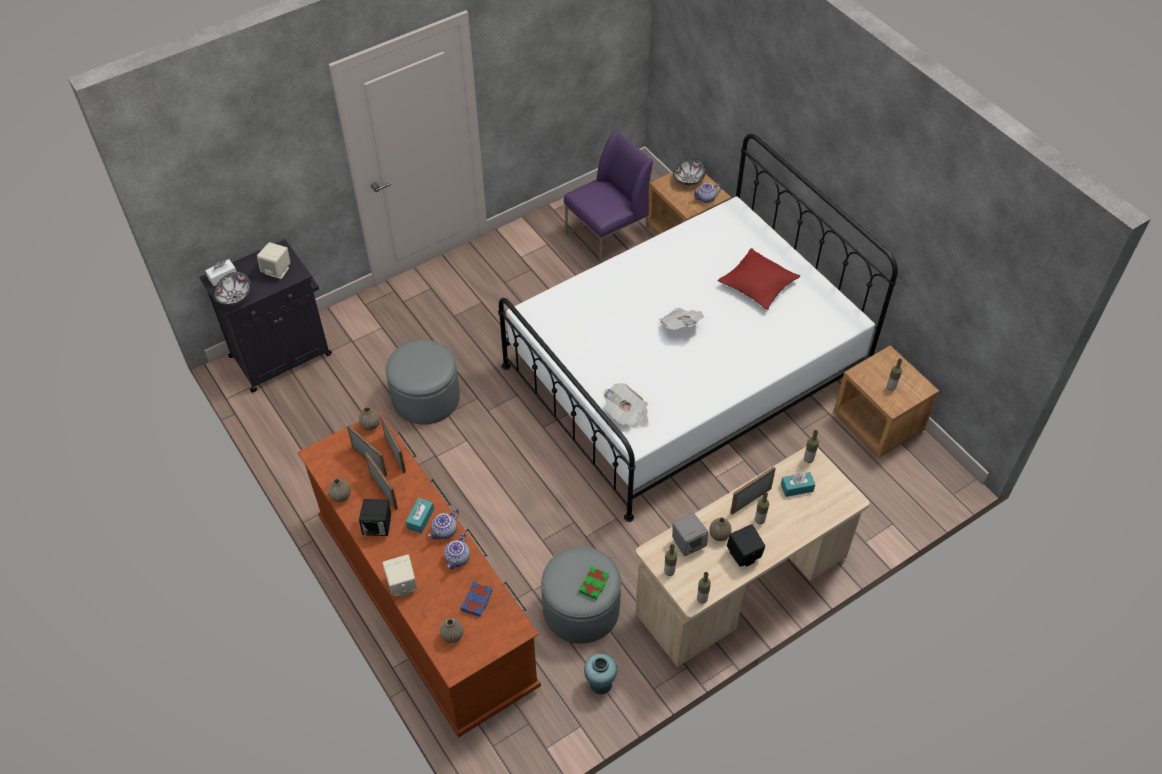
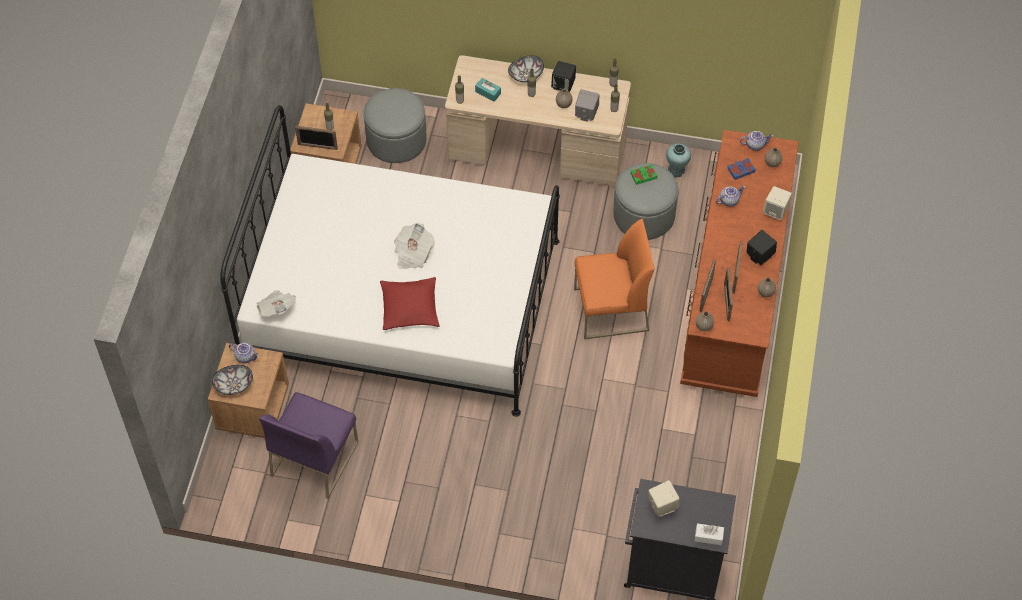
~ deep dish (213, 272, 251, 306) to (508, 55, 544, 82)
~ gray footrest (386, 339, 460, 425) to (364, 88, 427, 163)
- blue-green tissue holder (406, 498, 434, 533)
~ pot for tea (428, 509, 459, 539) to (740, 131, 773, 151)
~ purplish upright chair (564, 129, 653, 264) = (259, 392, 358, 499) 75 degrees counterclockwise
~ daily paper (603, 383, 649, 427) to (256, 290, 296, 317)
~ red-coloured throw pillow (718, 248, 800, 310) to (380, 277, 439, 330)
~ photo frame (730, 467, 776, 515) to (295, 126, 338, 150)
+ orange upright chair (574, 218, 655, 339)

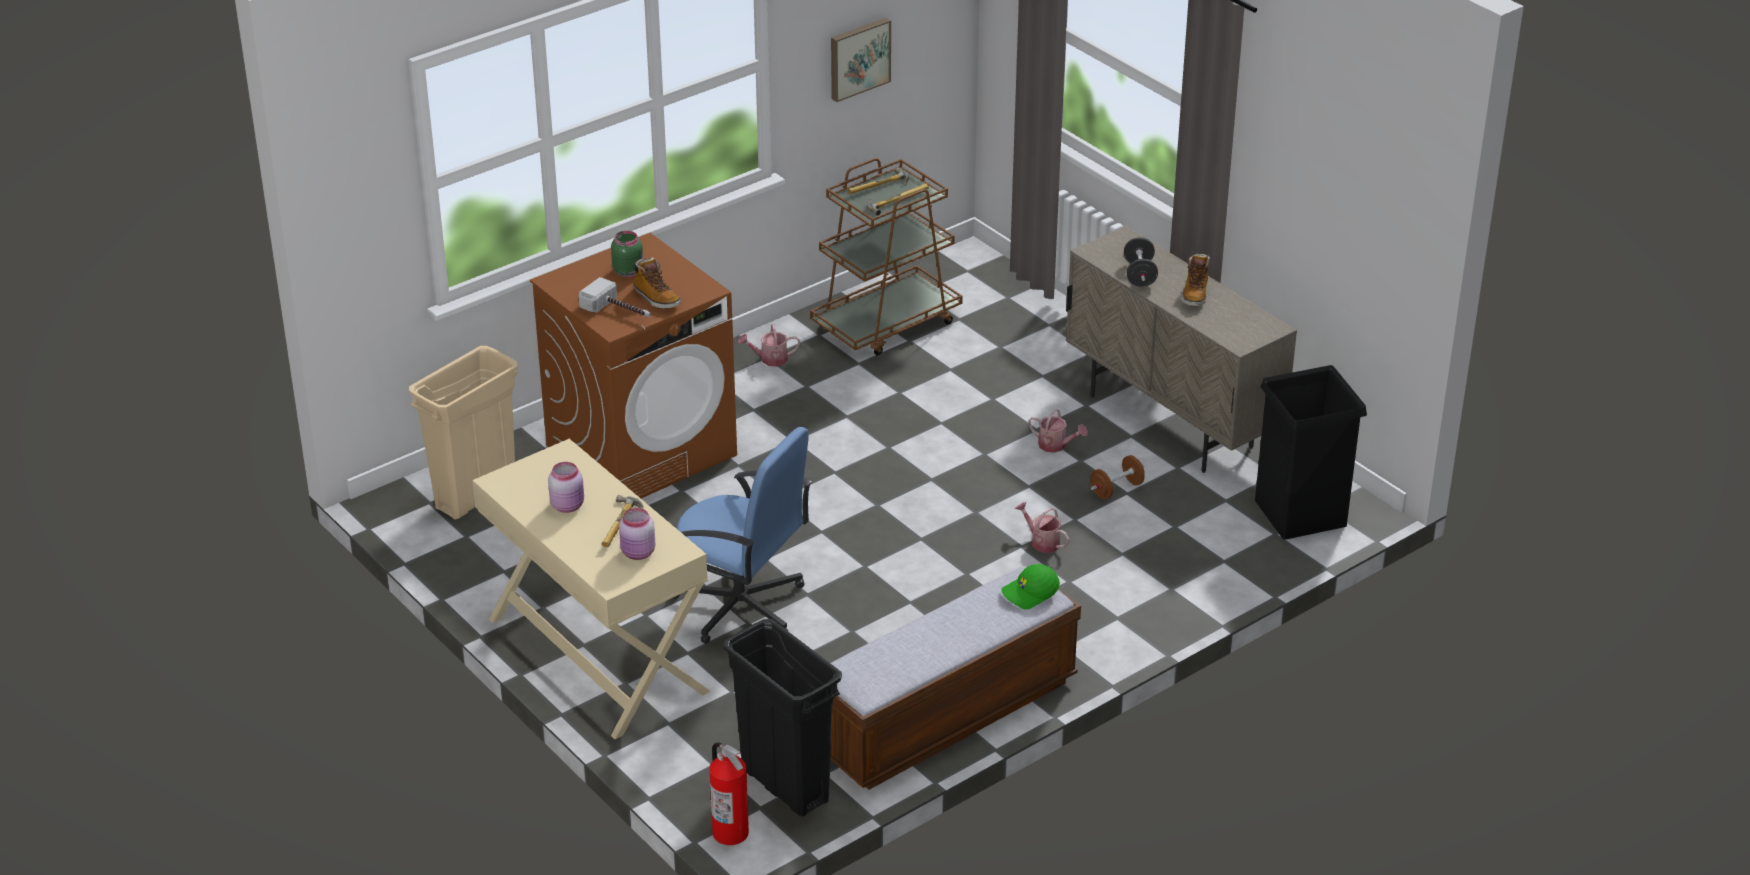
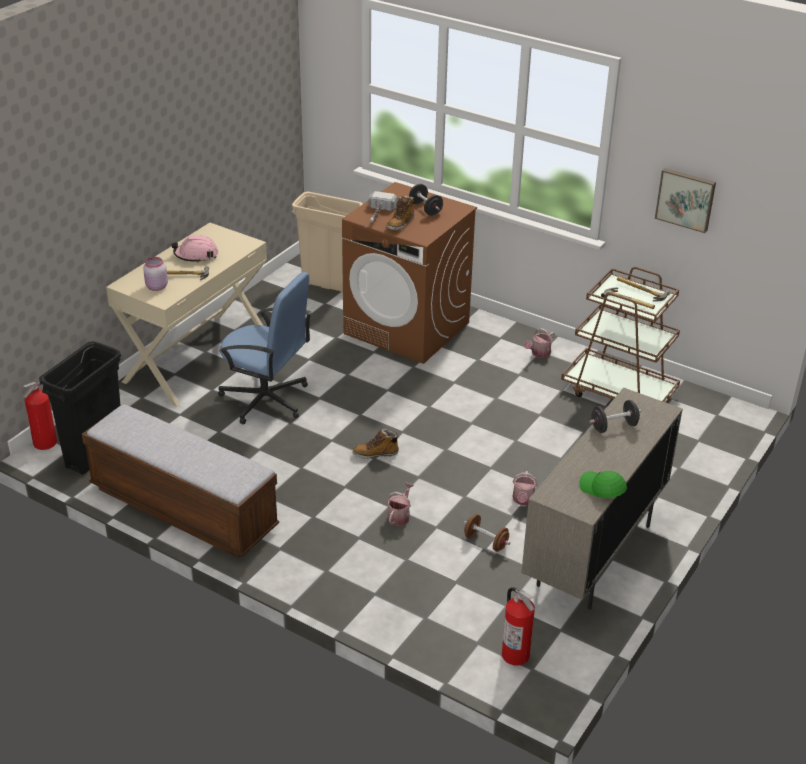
~ pinkish storage jar (548, 462, 584, 513) to pinkish work helmet (171, 235, 218, 263)
~ green storage jar (611, 231, 643, 277) to black hand weight (409, 184, 443, 216)
~ bluish computer chair (673, 427, 812, 644) = (218, 272, 312, 424) 75 degrees counterclockwise
~ watering can (738, 324, 800, 367) = (524, 328, 555, 358) 105 degrees counterclockwise
~ green cap (1001, 564, 1060, 610) to (579, 471, 627, 498)
~ tall boot (1181, 254, 1210, 307) to (353, 429, 400, 459)
~ black trash can (1255, 365, 1367, 540) to fire extinguisher (502, 587, 535, 666)

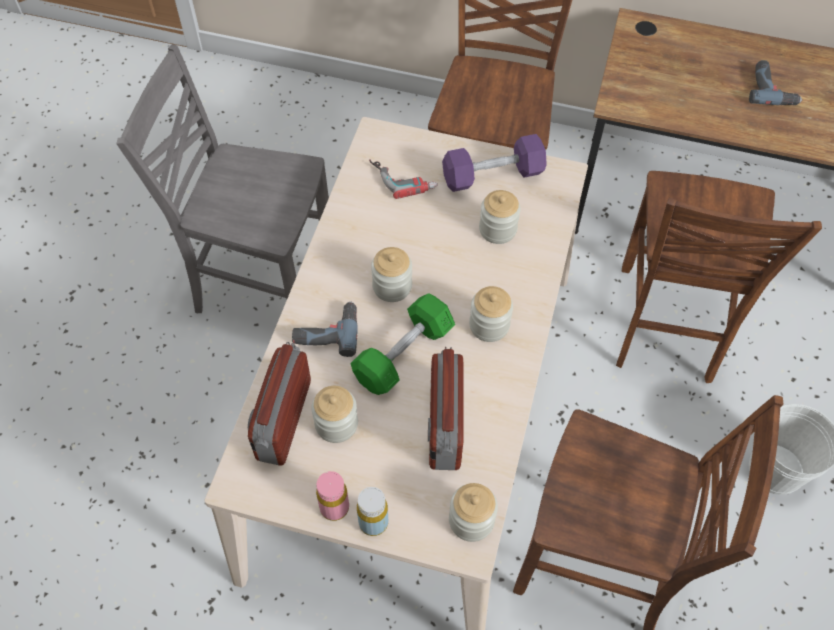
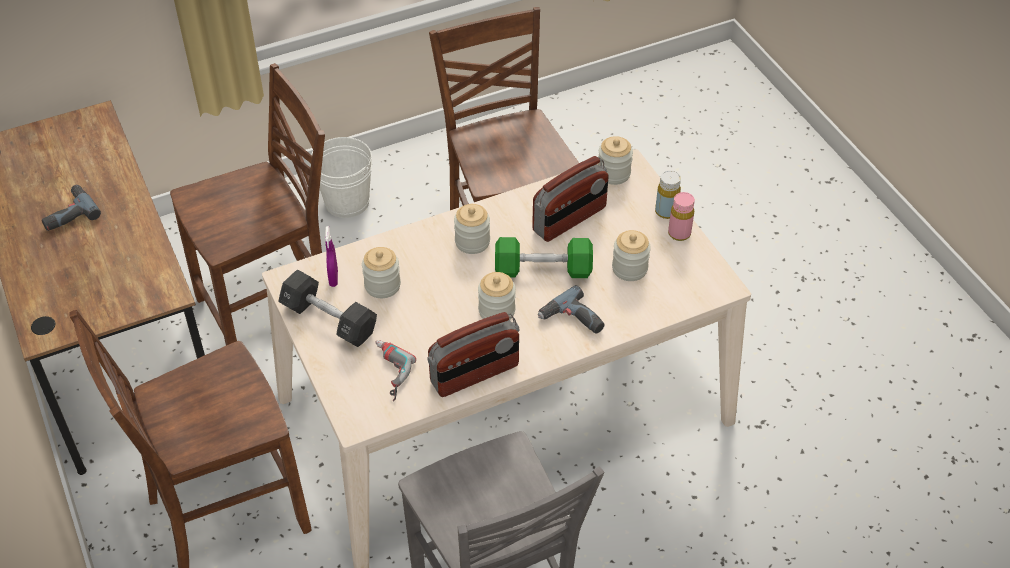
~ radio receiver (248, 342, 311, 466) to (427, 312, 520, 397)
~ purplish hand weight (442, 134, 547, 192) to black hand weight (278, 269, 377, 347)
+ purplish spray bottle (325, 226, 338, 287)

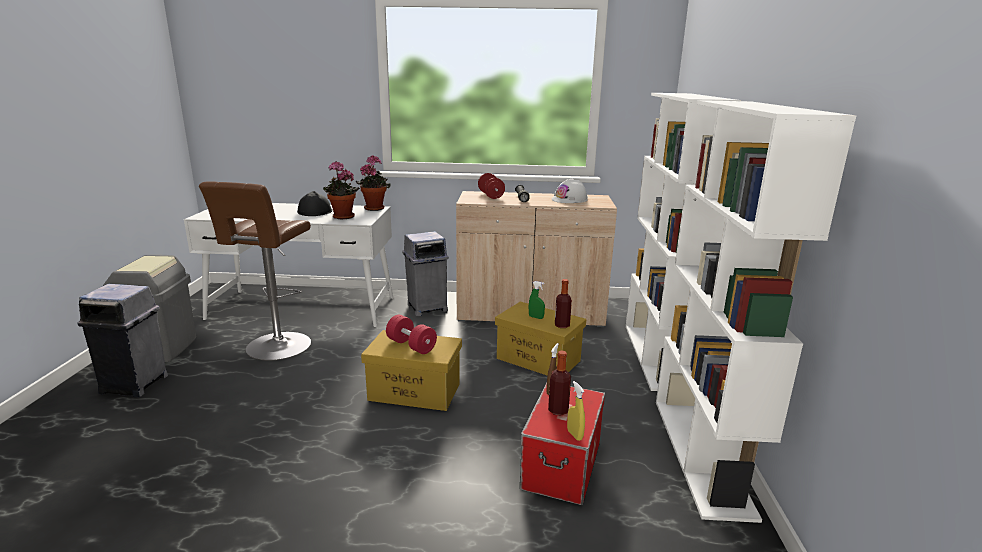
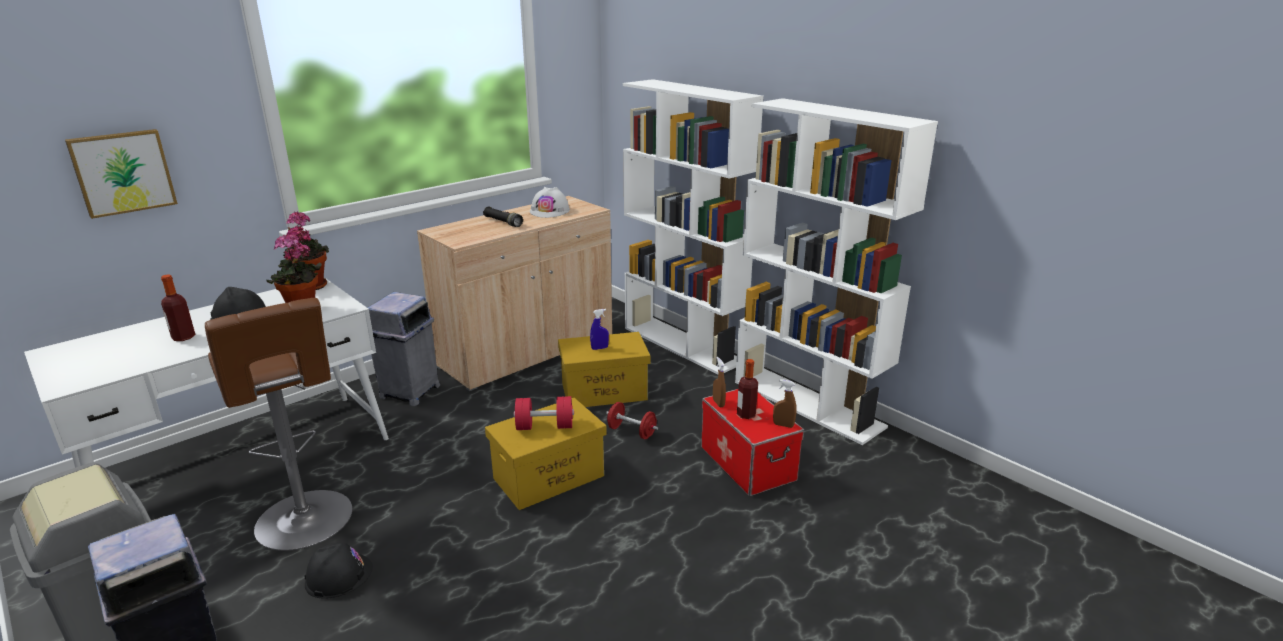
~ red-coloured hand weight (478, 173, 505, 199) to (606, 402, 658, 439)
~ green spray bottle (529, 281, 545, 319) to bluish spray bottle (590, 309, 609, 350)
~ bottle (555, 279, 572, 328) to (161, 275, 195, 341)
~ yellow-coloured spray bottle (567, 381, 585, 441) to brown-coloured spray bottle (773, 379, 797, 428)
+ picture (65, 129, 178, 219)
+ black work helmet (304, 543, 373, 599)

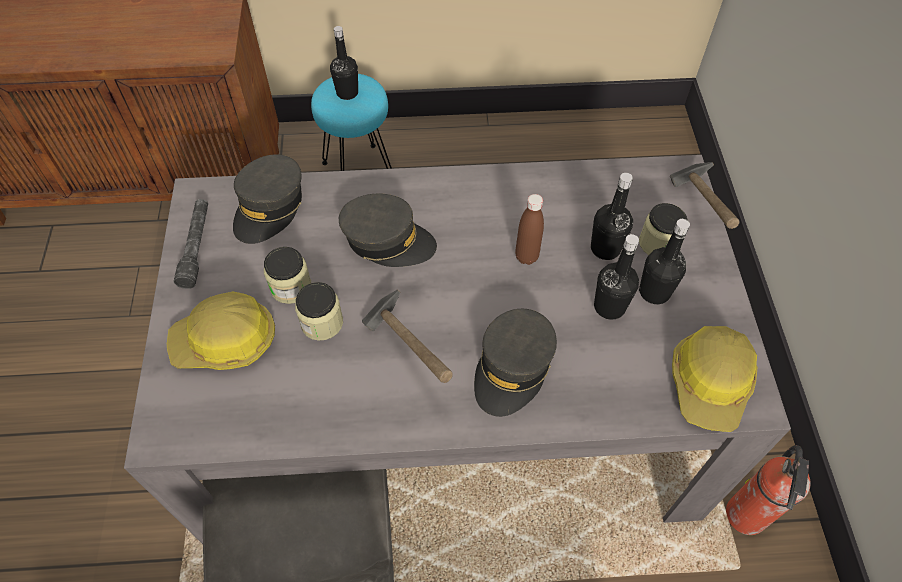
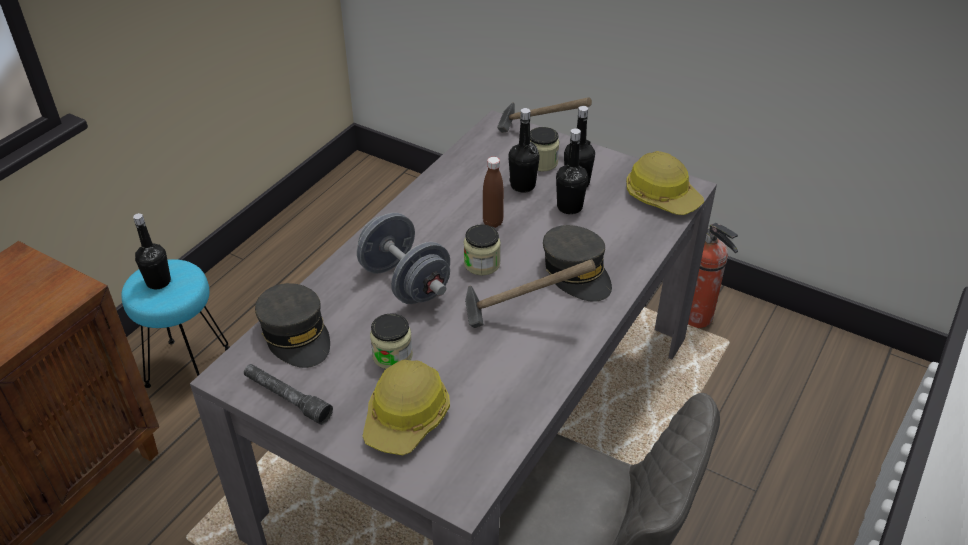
~ storage jar (295, 282, 343, 341) to (464, 224, 501, 276)
~ gray cap (339, 194, 437, 267) to gray hand weight (357, 213, 450, 304)

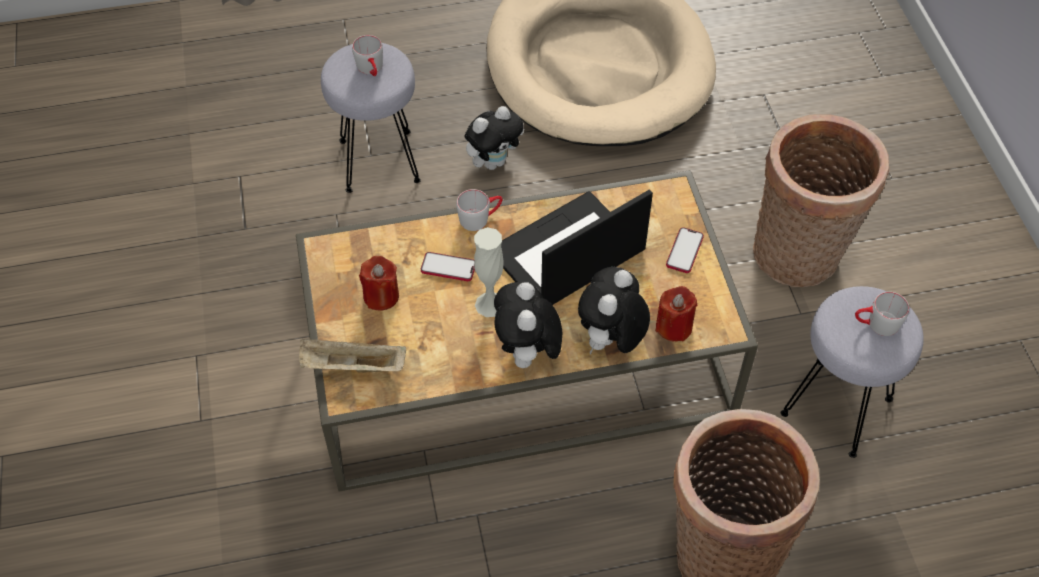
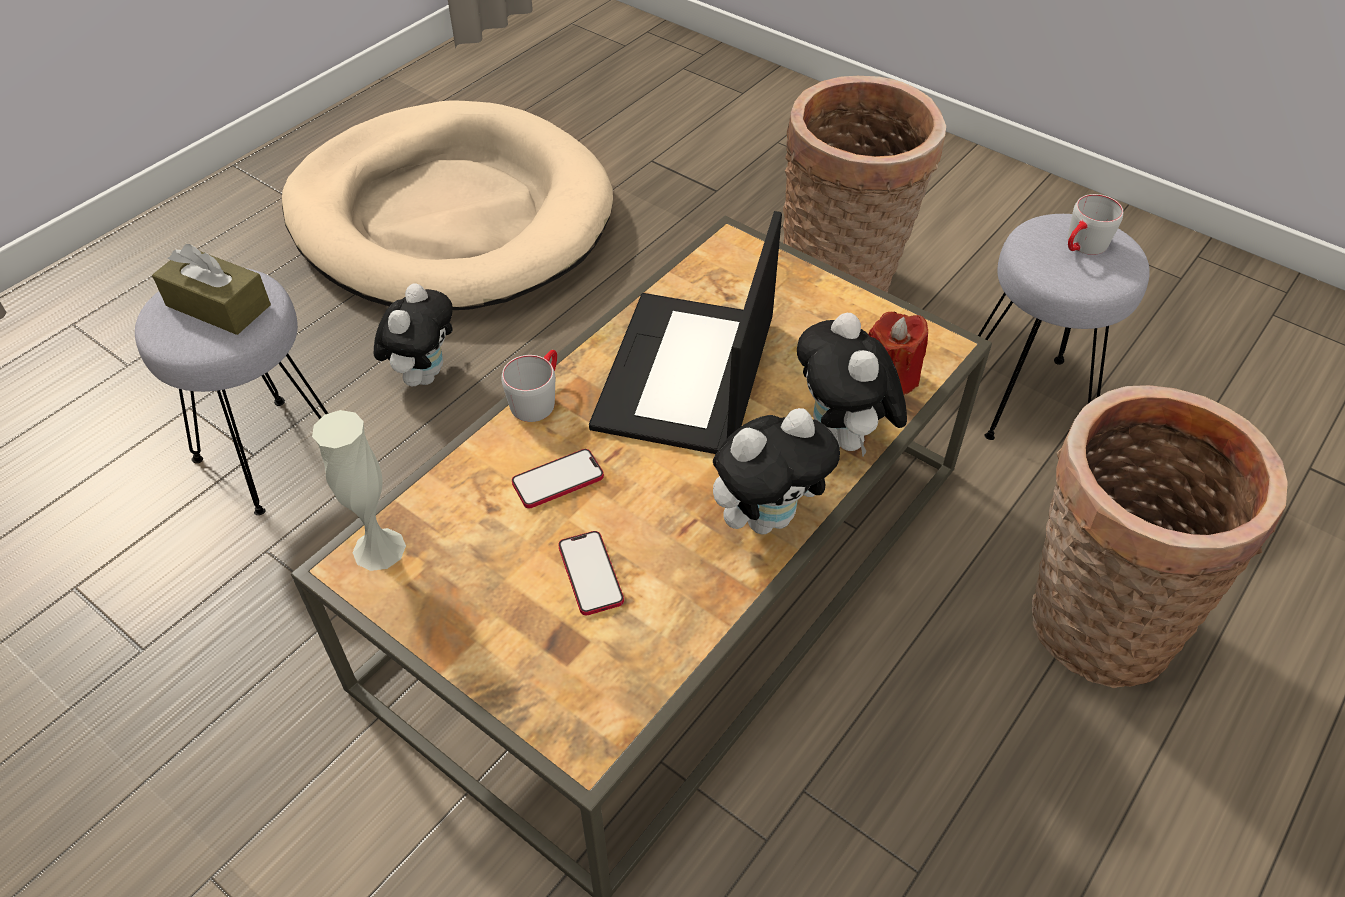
- beige serving tray (299, 339, 406, 373)
~ gray coffee mug (352, 35, 383, 76) to brown-coloured tissue holder (152, 244, 271, 335)
- red-coloured wax candle (359, 256, 399, 311)
~ white vase (474, 227, 504, 317) to (312, 410, 406, 571)
~ plush toy (494, 282, 562, 368) = (713, 408, 840, 534) 75 degrees counterclockwise
~ telephone (666, 227, 704, 273) to (558, 531, 624, 615)

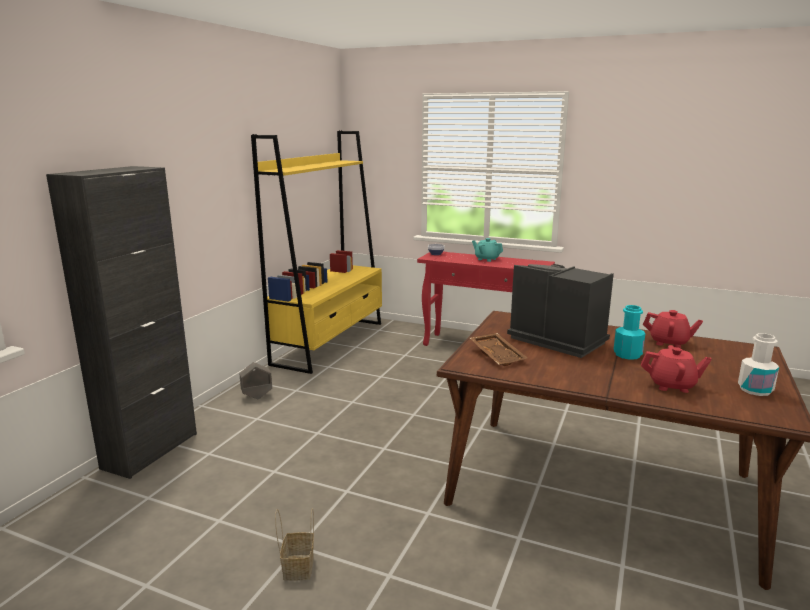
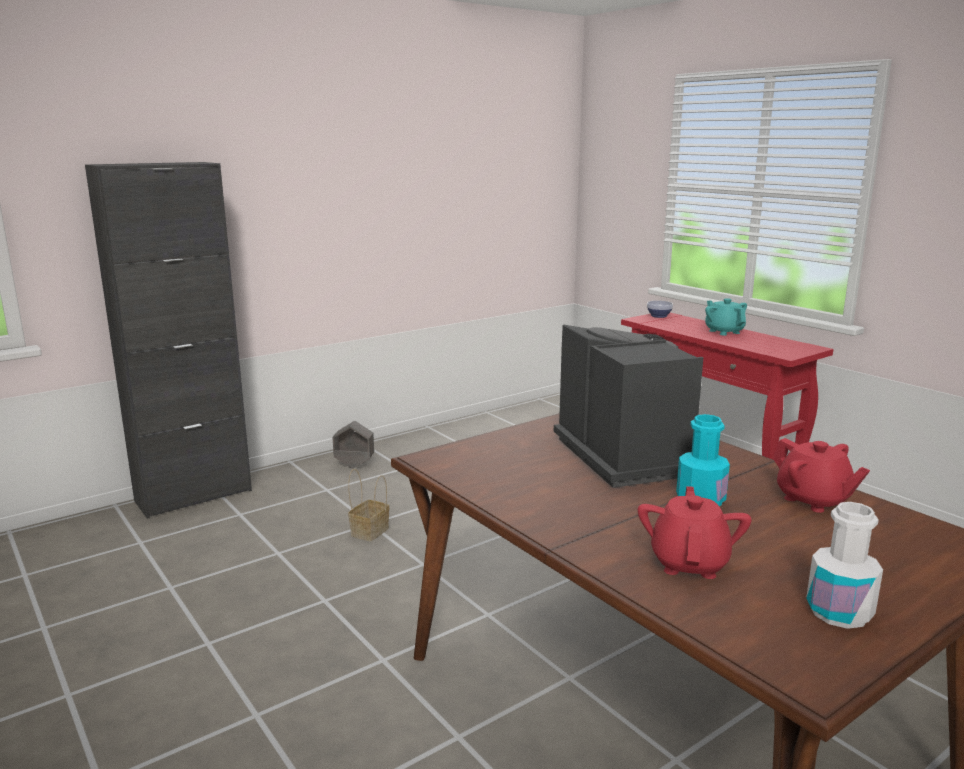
- yellow-coloured bookshelf (251, 131, 382, 374)
~ storage basket (275, 508, 314, 580) to (348, 469, 389, 541)
- brown-coloured serving tray (470, 333, 528, 366)
~ red-coloured pot for tea (641, 345, 712, 393) = (638, 486, 752, 579) 120 degrees counterclockwise

